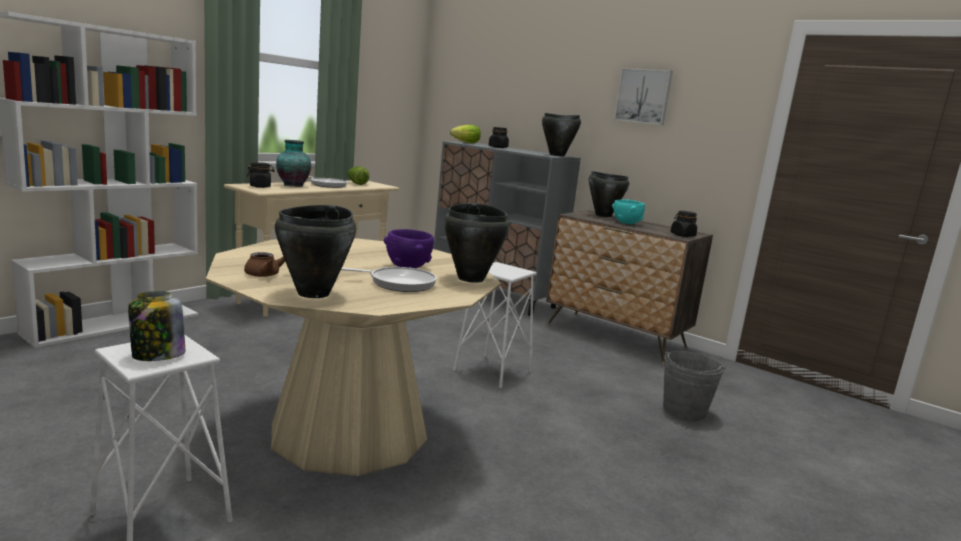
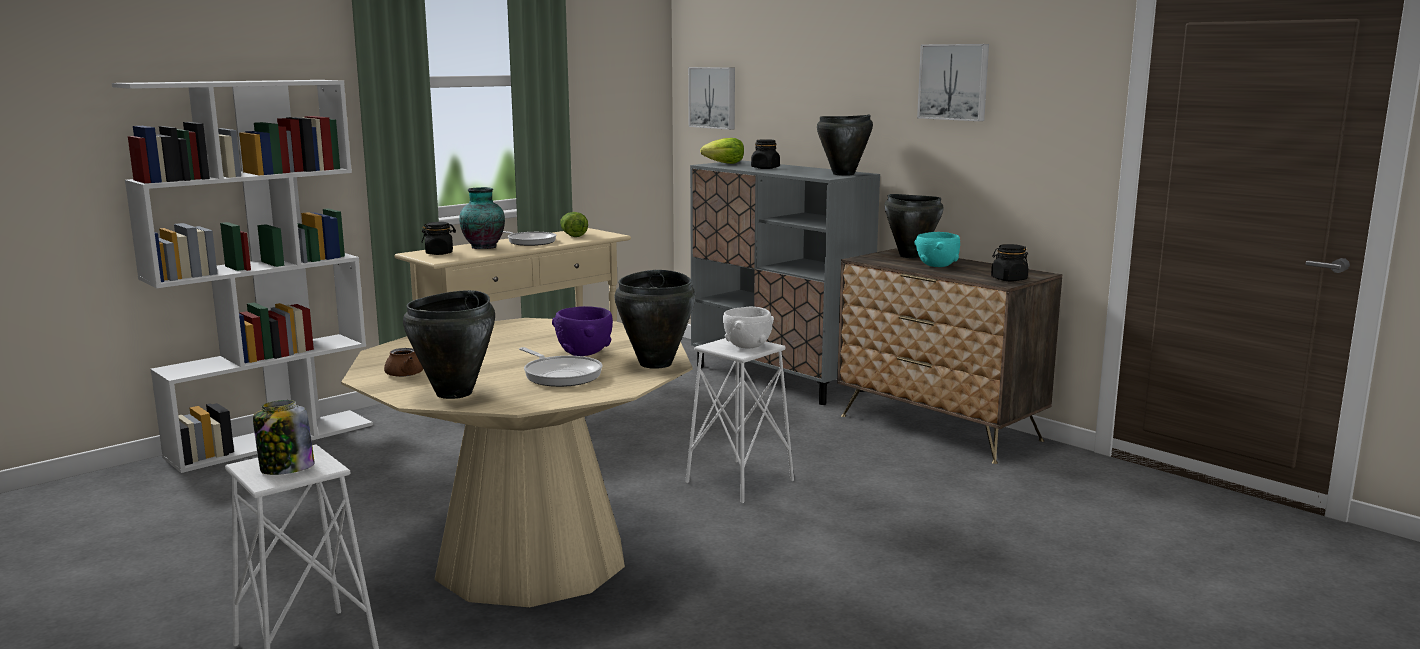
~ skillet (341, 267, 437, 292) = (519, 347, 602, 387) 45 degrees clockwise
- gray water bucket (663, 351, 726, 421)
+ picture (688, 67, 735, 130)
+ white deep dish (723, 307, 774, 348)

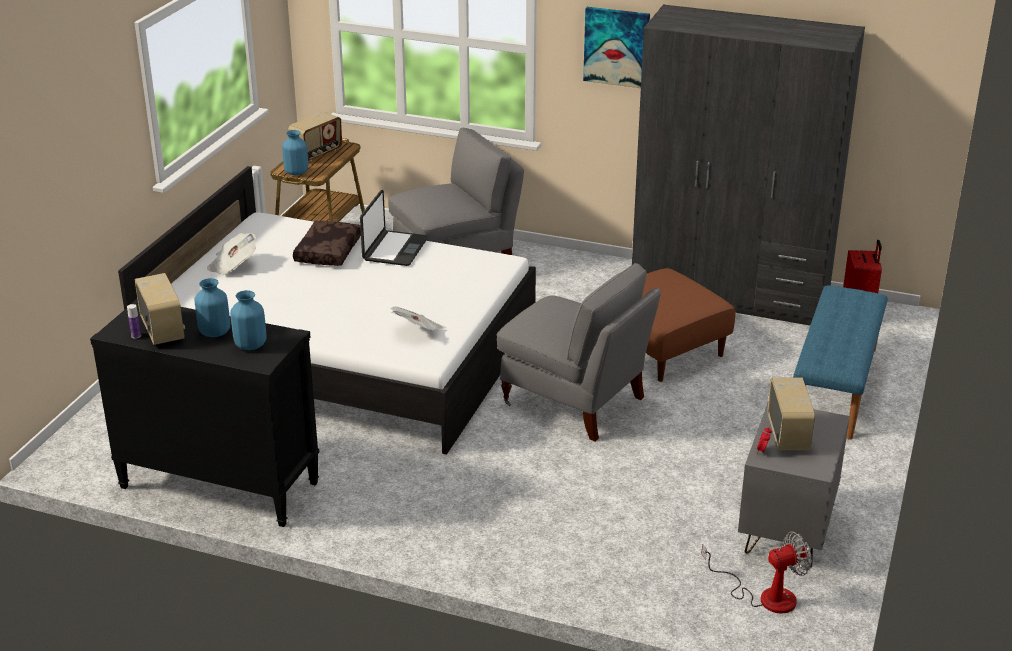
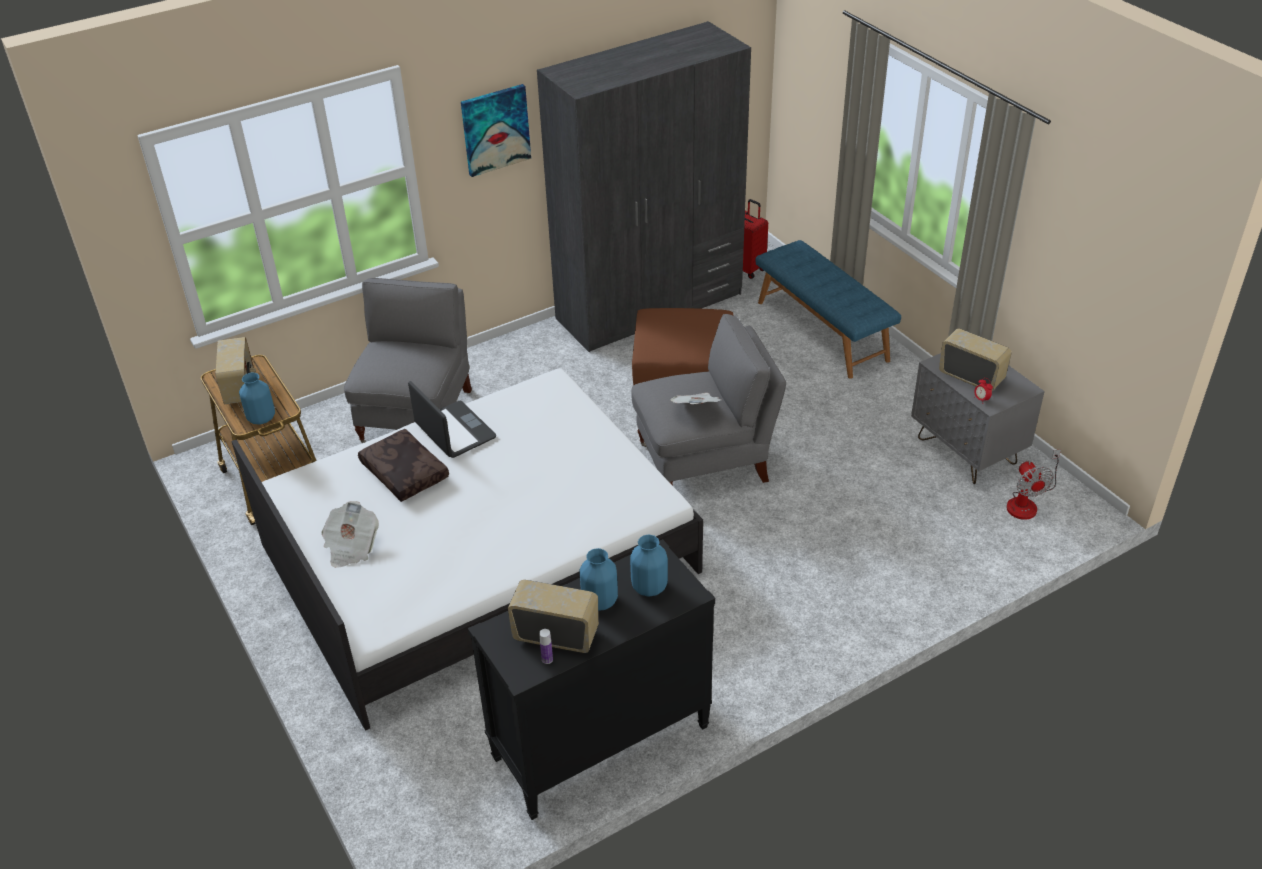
~ daily paper (390, 307, 446, 331) to (670, 393, 721, 404)
~ electric fan (701, 531, 812, 613) = (1007, 449, 1061, 520) 150 degrees clockwise

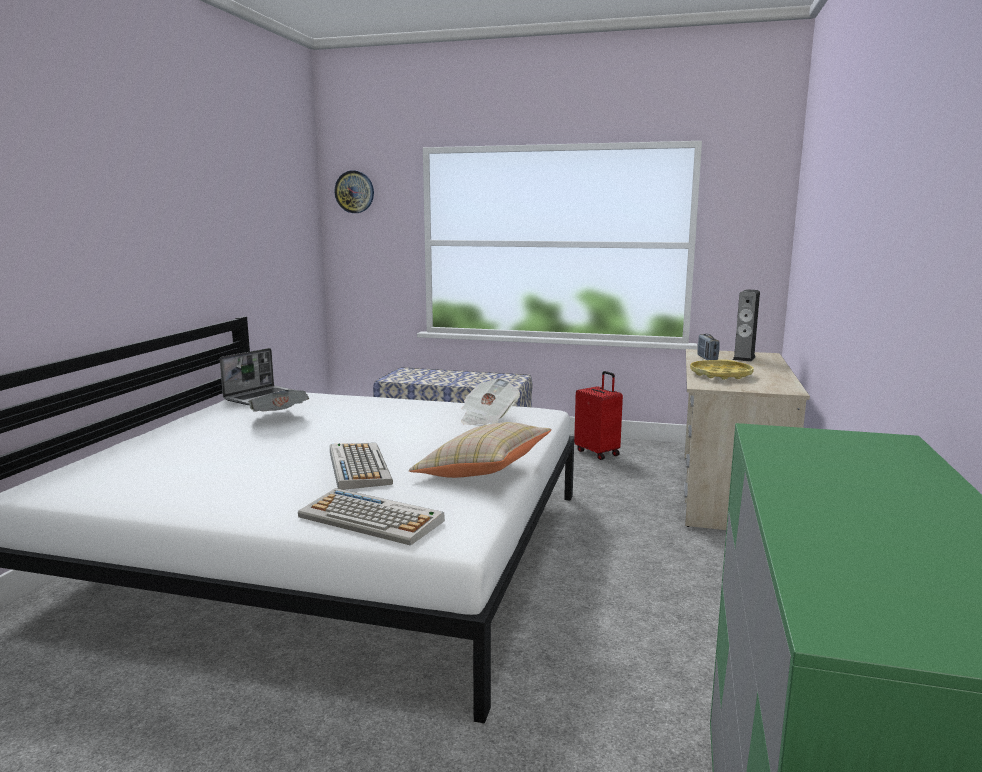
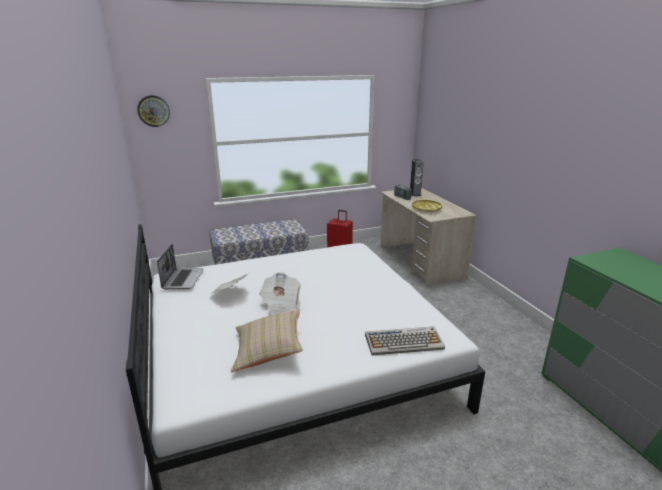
- keyboard (330, 443, 393, 490)
~ beige throw pillow (408, 422, 551, 478) to (231, 309, 303, 372)
~ daily paper (461, 378, 520, 425) to (259, 272, 301, 315)

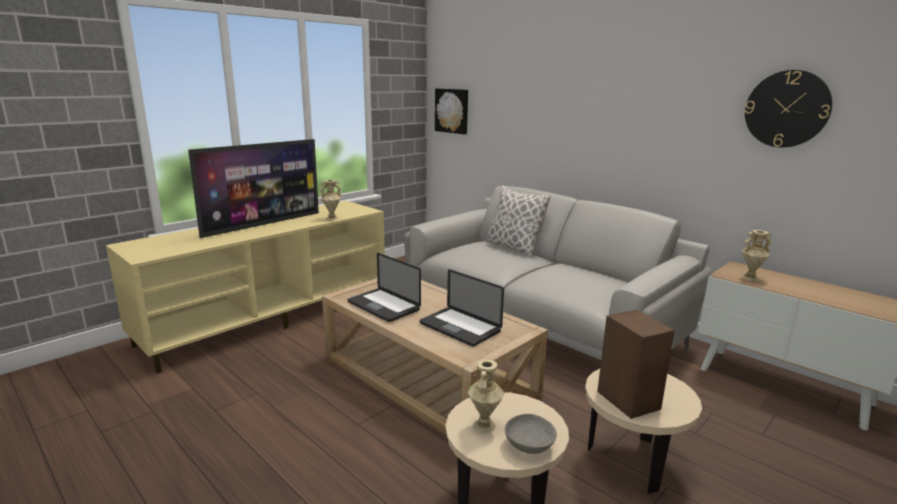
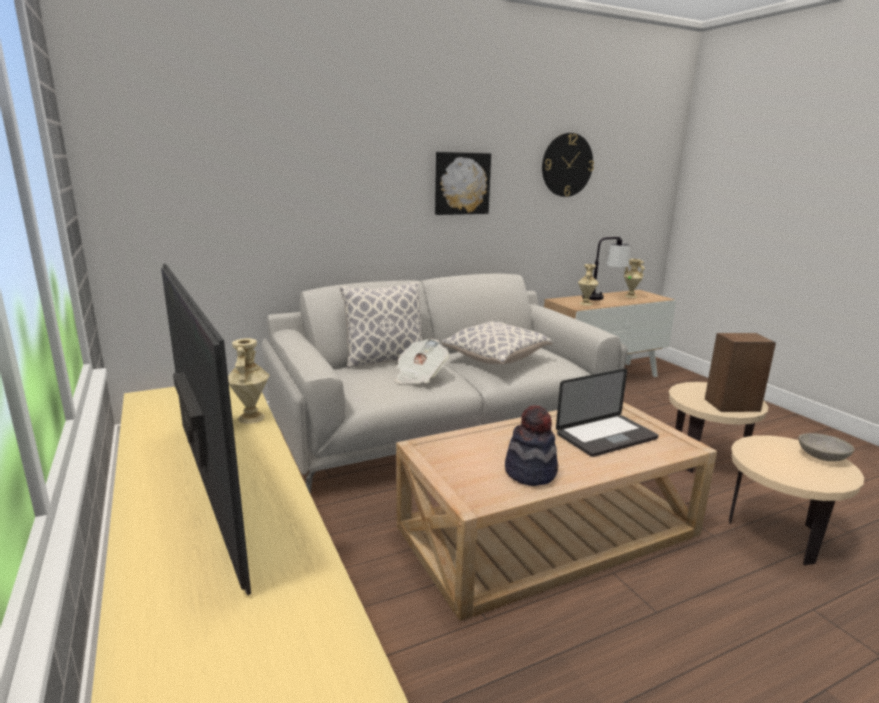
~ notebook computer (348, 253, 421, 322) to clothing hat (505, 405, 558, 486)
~ picture (435, 88, 468, 134) to (435, 152, 491, 215)
~ beige vase (468, 358, 504, 433) to (624, 259, 645, 298)
+ daily paper (396, 339, 449, 384)
+ throw pillow (442, 321, 552, 364)
+ table lamp (582, 237, 630, 300)

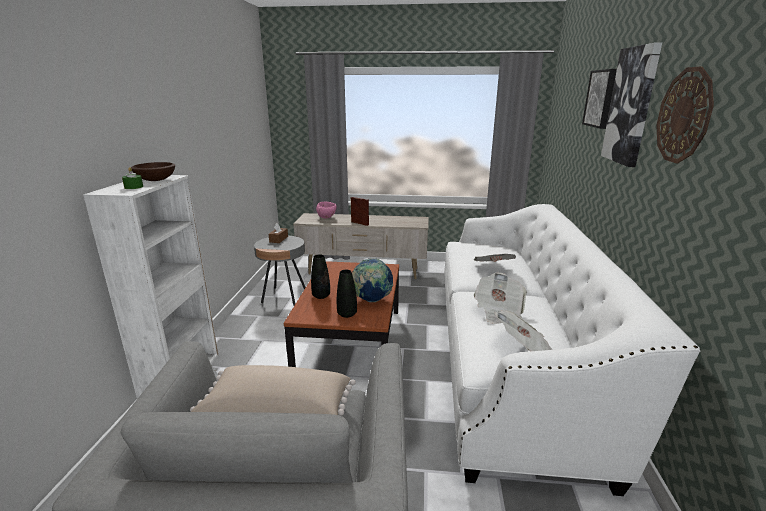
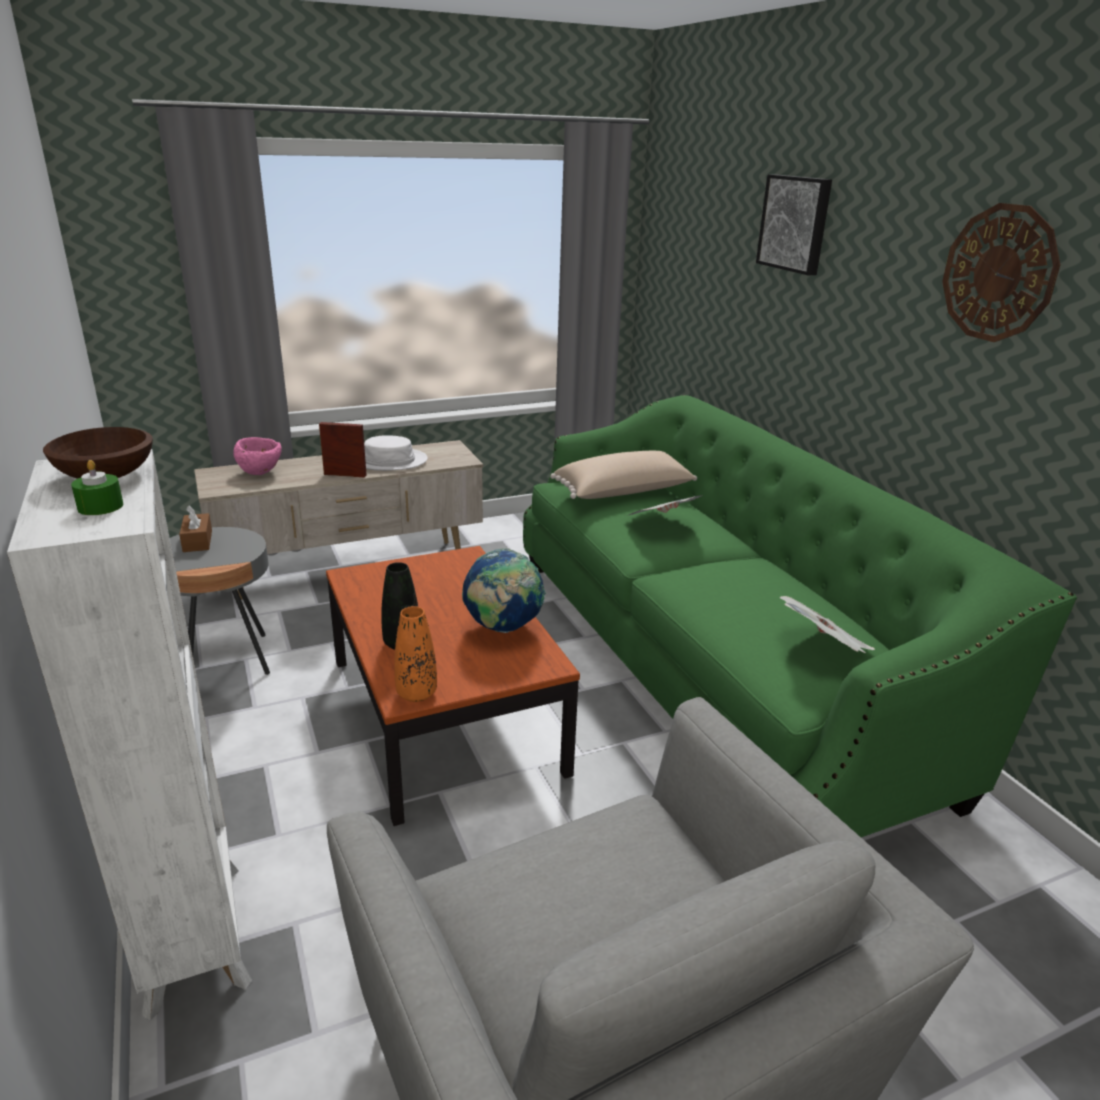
~ beige throw pillow (190, 365, 356, 416) to (550, 451, 697, 499)
- black vase (337, 270, 357, 318)
~ white sofa (444, 204, 701, 496) to green sofa (523, 395, 1077, 837)
- daily paper (474, 272, 527, 324)
- picture (601, 42, 662, 167)
+ white clothing hat (364, 435, 428, 471)
+ orange vase (394, 606, 437, 702)

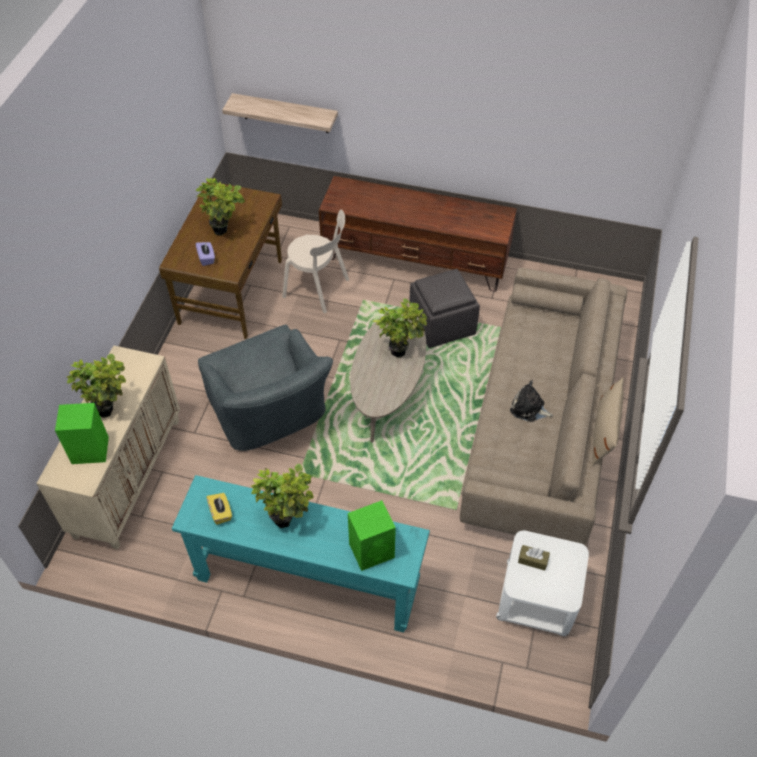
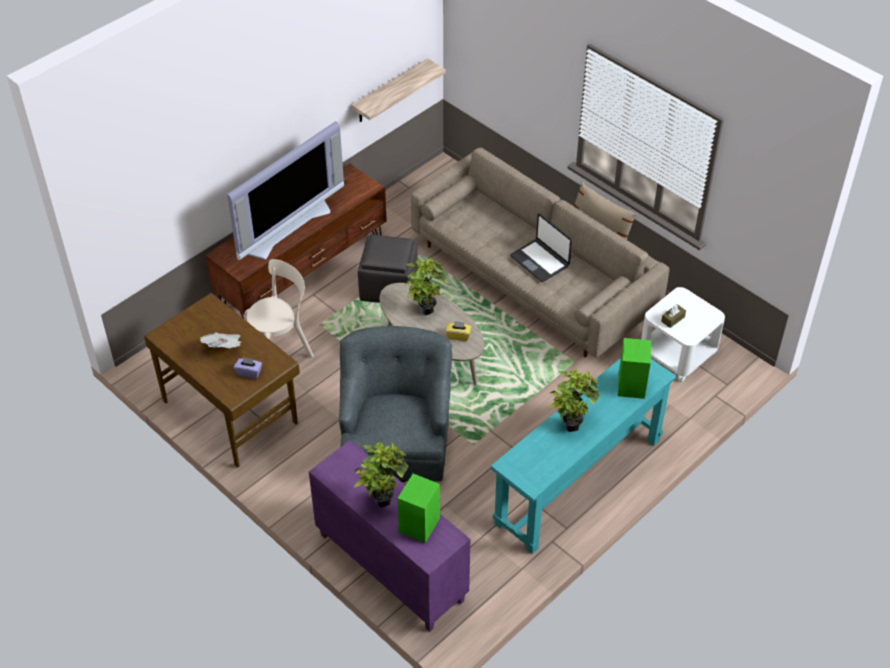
~ beige cabinet (36, 345, 180, 549) to purplish cabinet (309, 440, 470, 632)
~ potted plant (196, 178, 245, 236) to daily paper (200, 332, 241, 348)
~ gray lounge chair (198, 325, 333, 451) = (339, 326, 452, 482) 90 degrees counterclockwise
~ yellow-coloured tissue holder (207, 493, 232, 525) to (446, 321, 471, 341)
~ wall shelf (222, 93, 338, 133) to (351, 58, 446, 122)
~ plush toy (510, 380, 553, 422) to notebook computer (510, 214, 572, 282)
+ TV set (227, 121, 344, 260)

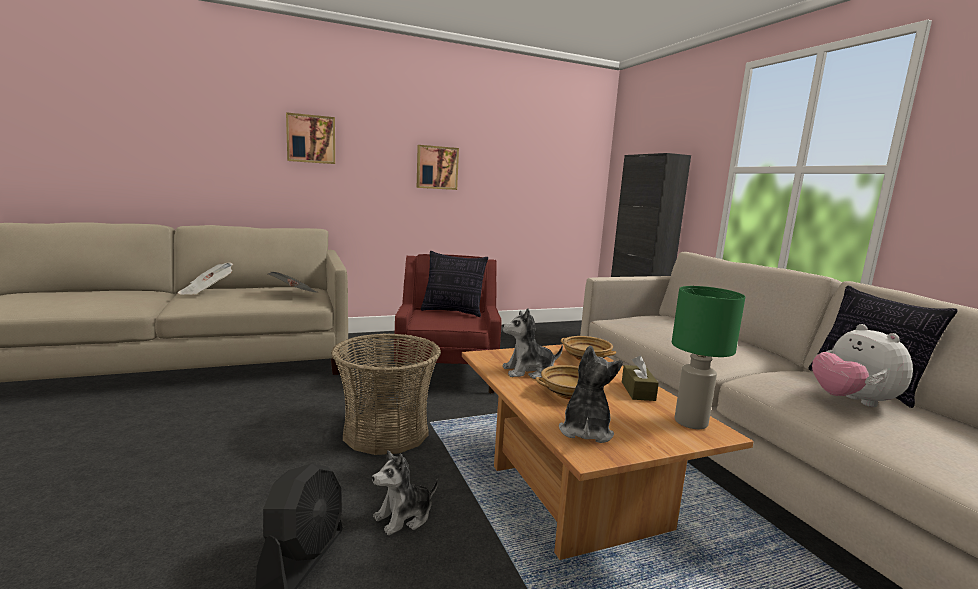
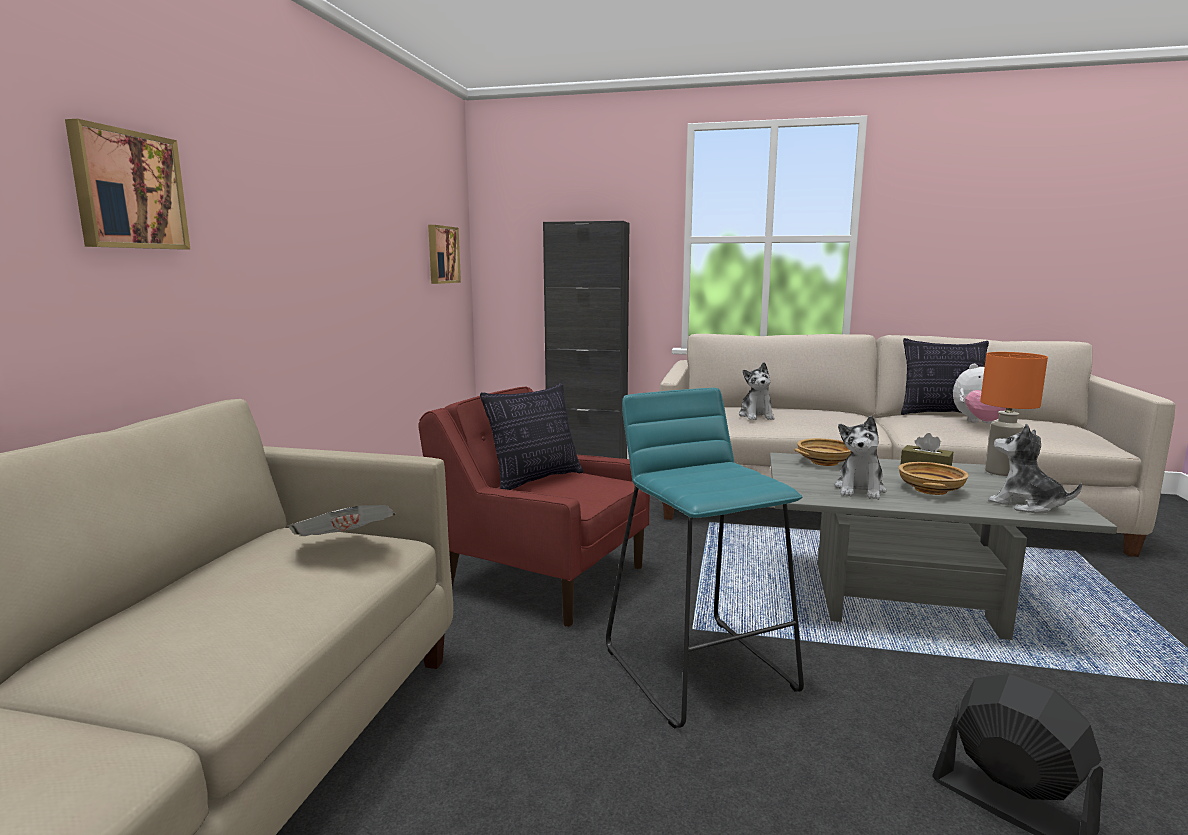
- daily paper (178, 262, 233, 295)
~ storage basket (331, 333, 441, 455) to blue-green stool (606, 388, 804, 729)
~ plush toy (372, 450, 438, 535) to (739, 362, 774, 420)
~ picture (417, 145, 459, 190) to (428, 225, 461, 284)
~ brown-coloured lounge table (462, 344, 754, 560) to gray lounge table (770, 453, 1117, 640)
~ green table lamp (672, 286, 745, 429) to orange table lamp (980, 352, 1048, 476)

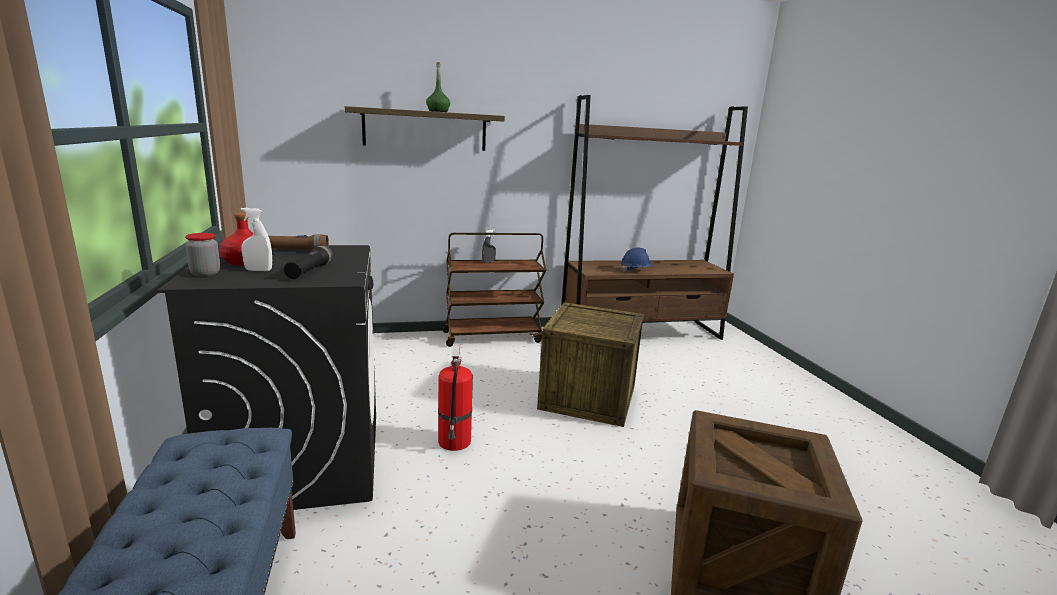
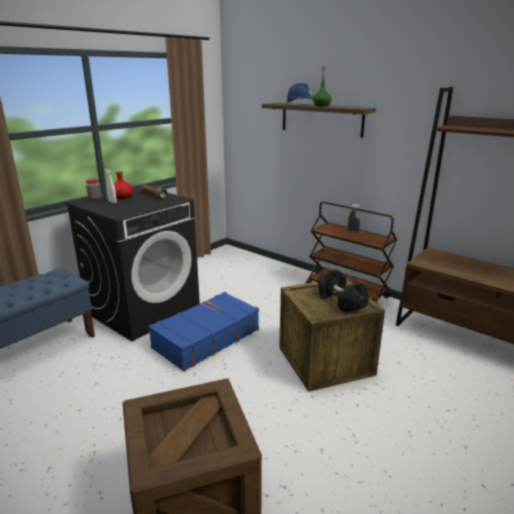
- black torch (284, 245, 333, 279)
~ fire extinguisher (438, 345, 473, 451) to bluish suitcase (149, 292, 259, 371)
~ bluish work helmet (621, 248, 654, 272) to (286, 83, 313, 104)
+ black hand weight (318, 269, 369, 312)

